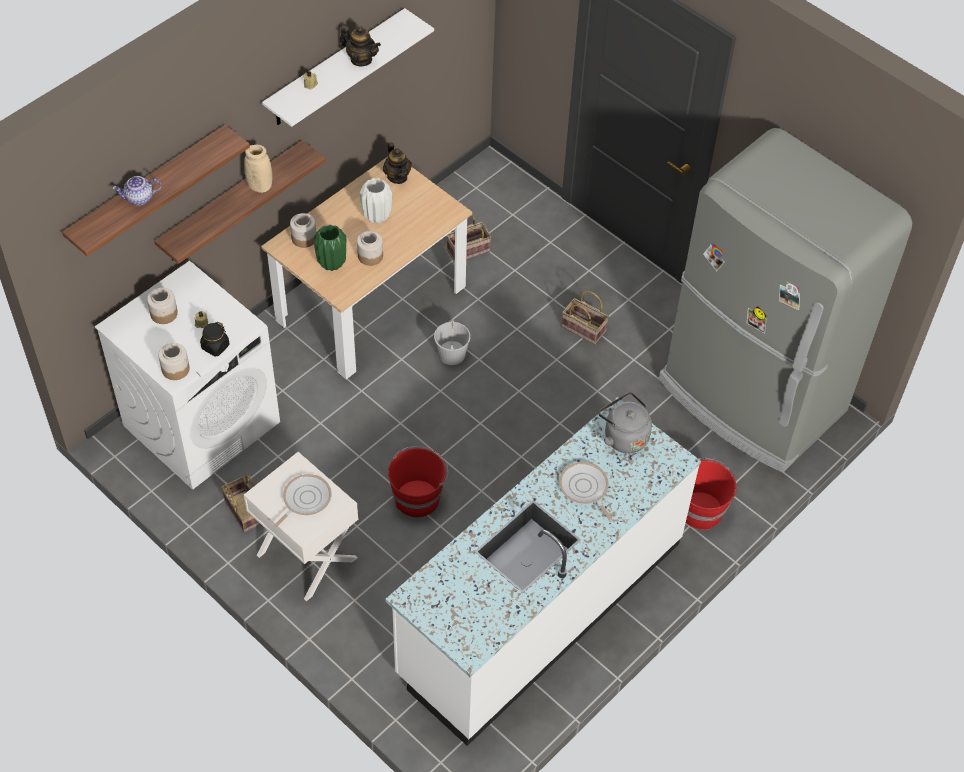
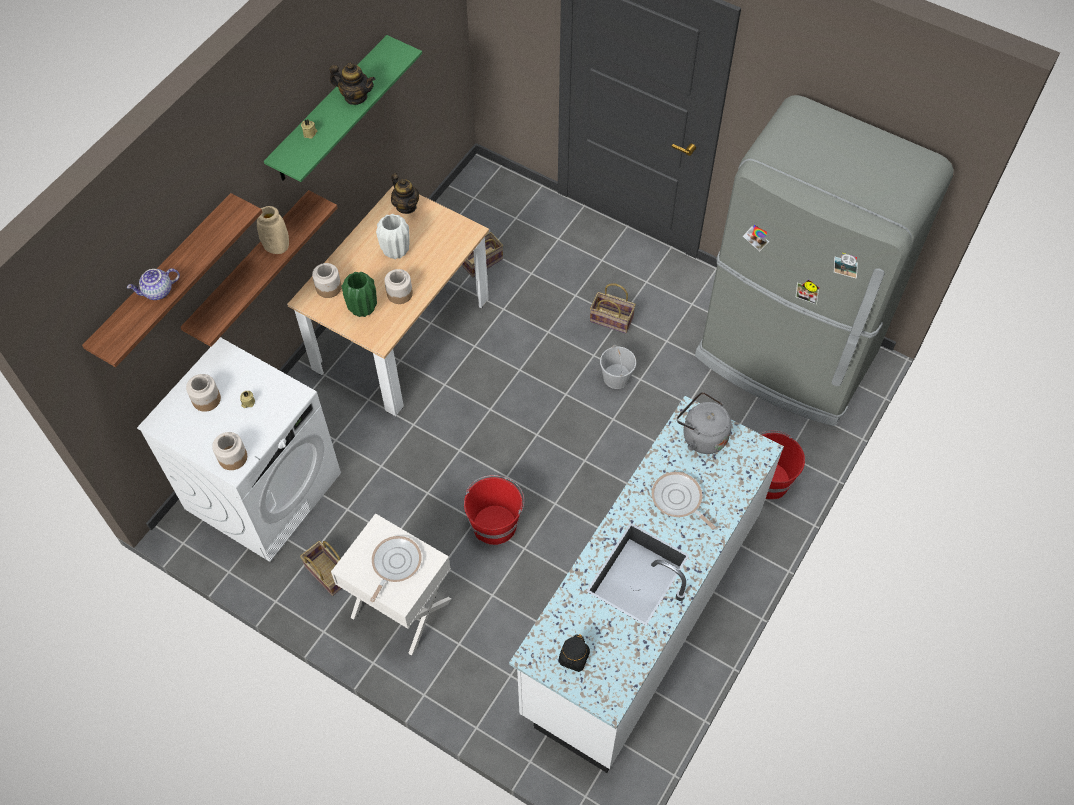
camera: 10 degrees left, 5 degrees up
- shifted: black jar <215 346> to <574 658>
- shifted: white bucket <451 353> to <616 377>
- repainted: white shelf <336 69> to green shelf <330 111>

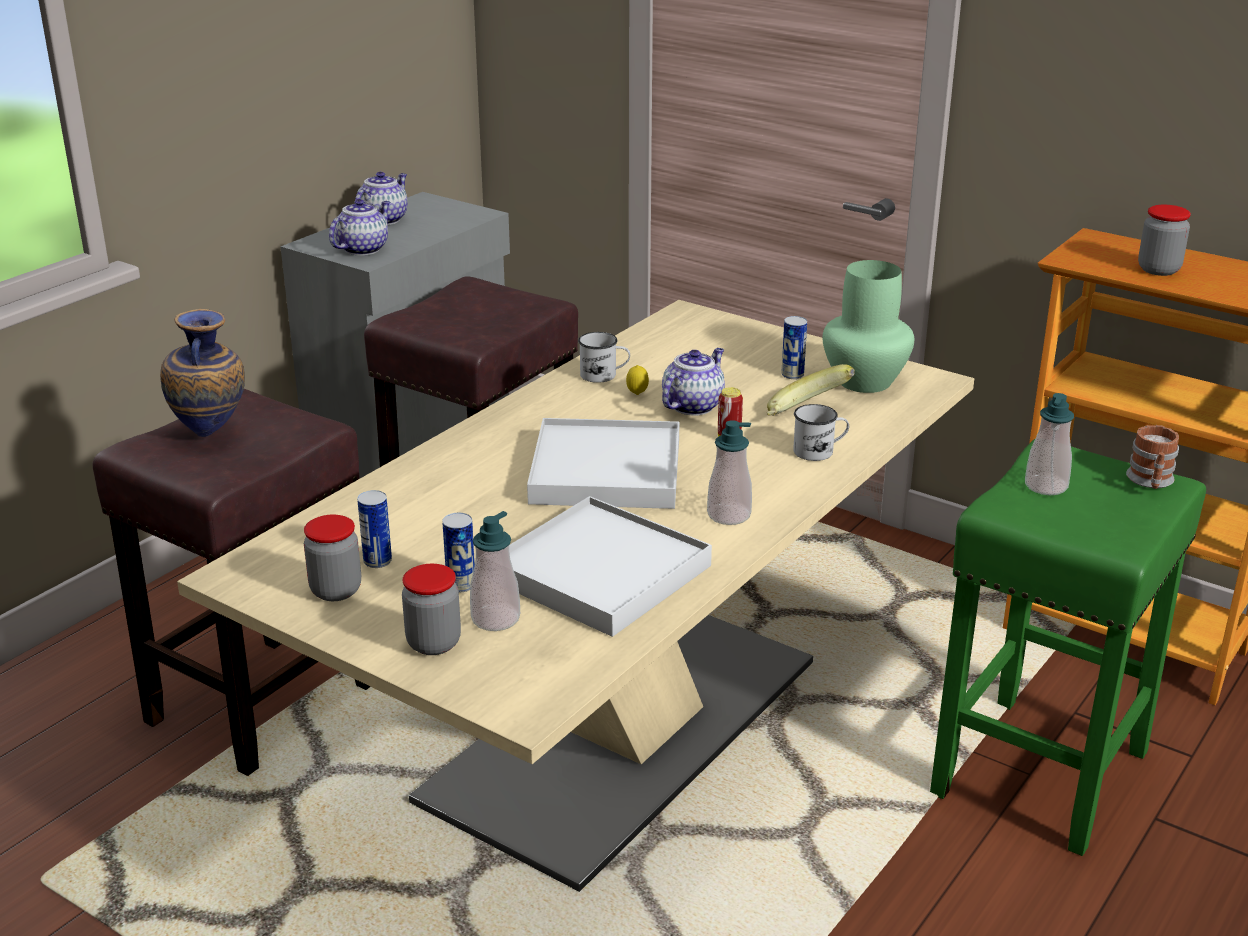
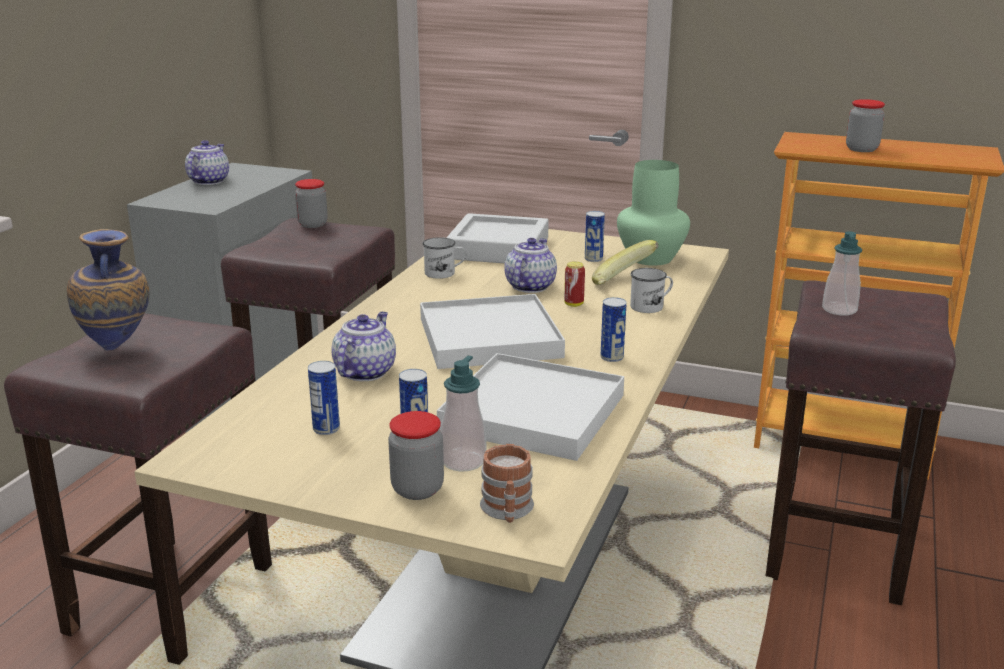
camera: 15 degrees left, 5 degrees down
- gone: lemon <637 394>
- new: grey tray <498 248>
- shifted: jar <336 590> to <313 224>
- shifted: teapot <363 249> to <365 371>
- shifted: mug <1150 481> to <507 511>
- swapped: soap dispenser <729 515> to can <612 357>
- repainted: green stool <1039 775> to brown stool <837 549>

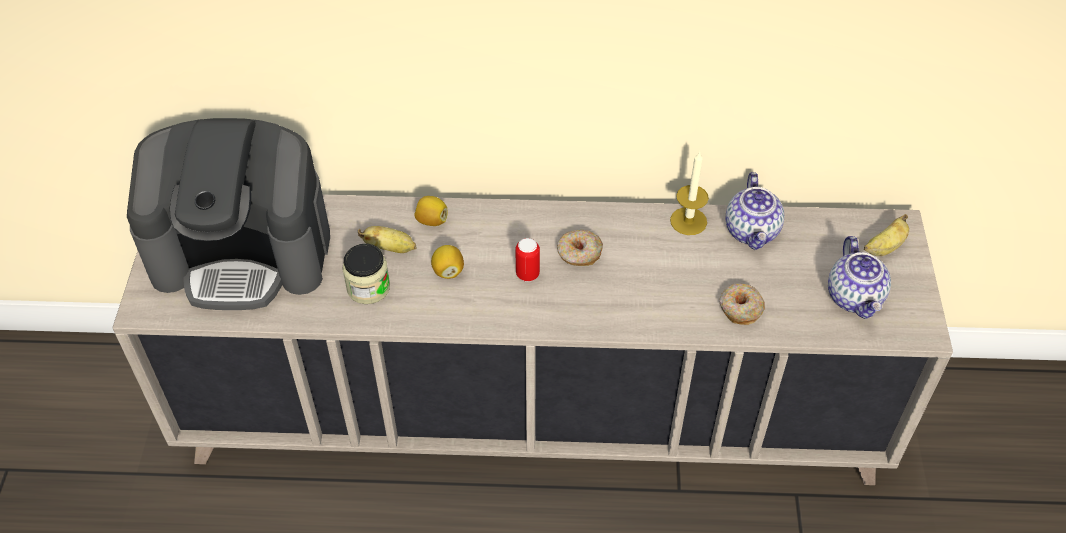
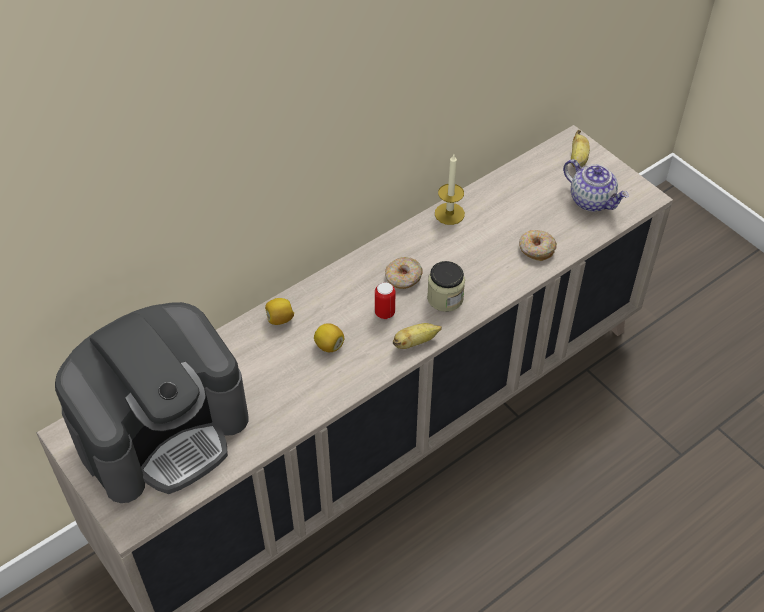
camera: 40 degrees left, 0 degrees up
- gone: teapot <752 231>
- shifted: jar <368 288> to <445 298>
- shifted: banana <390 248> to <415 342>

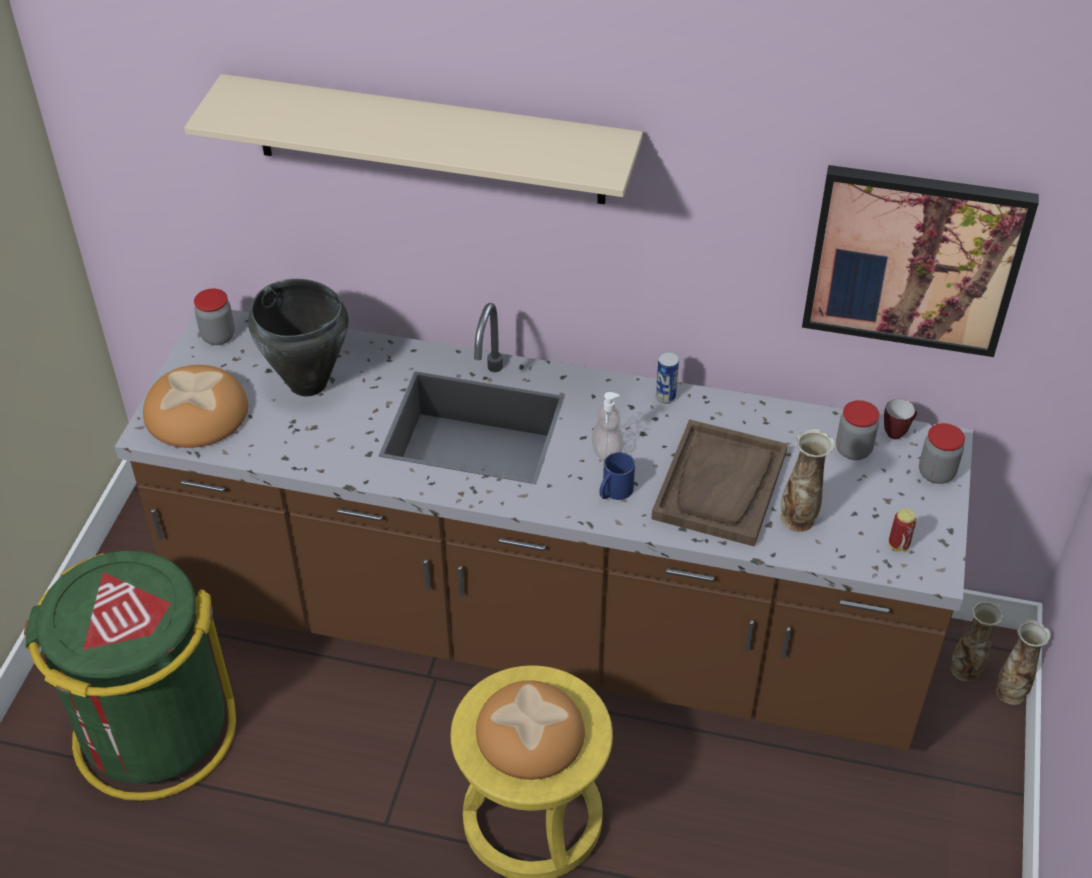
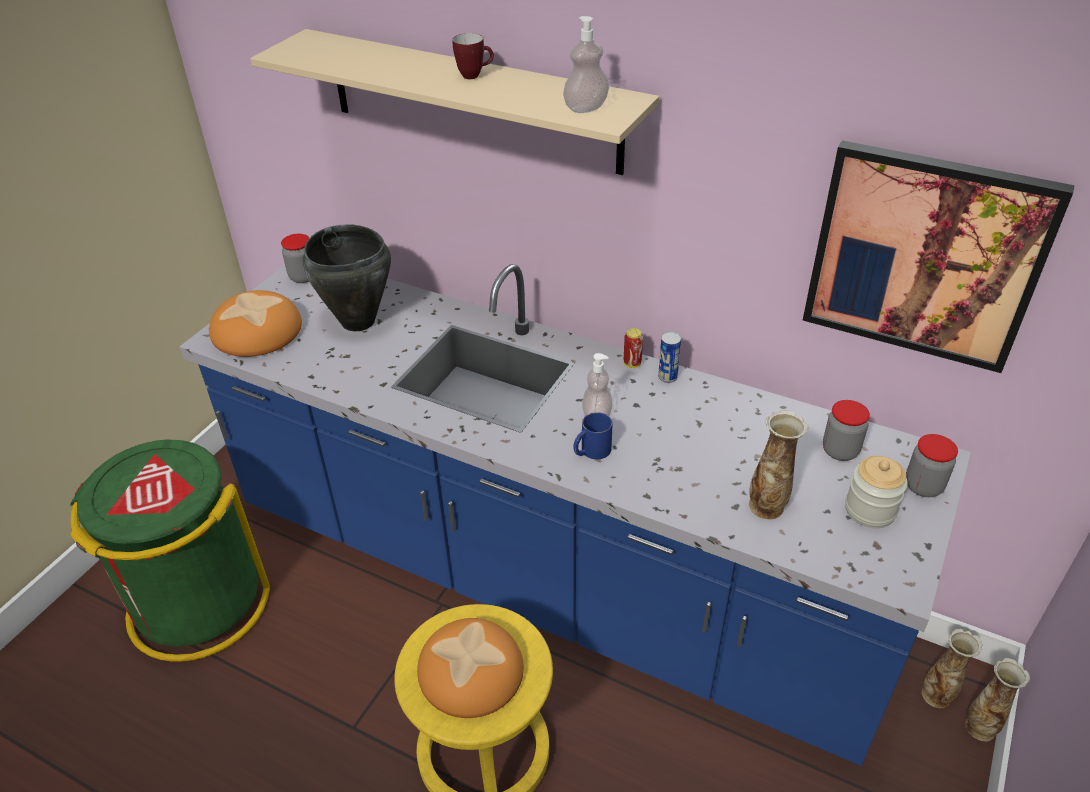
camera: 15 degrees right, 5 degrees down
- gone: brown tray <720 485>
- new: soap dispenser <586 108>
- new: jar <870 510>
- shifted: mug <897 432> to <474 75>
- shifted: can <898 545> to <632 363>
- repainted: brown counter <546 628> to blue counter <549 579>

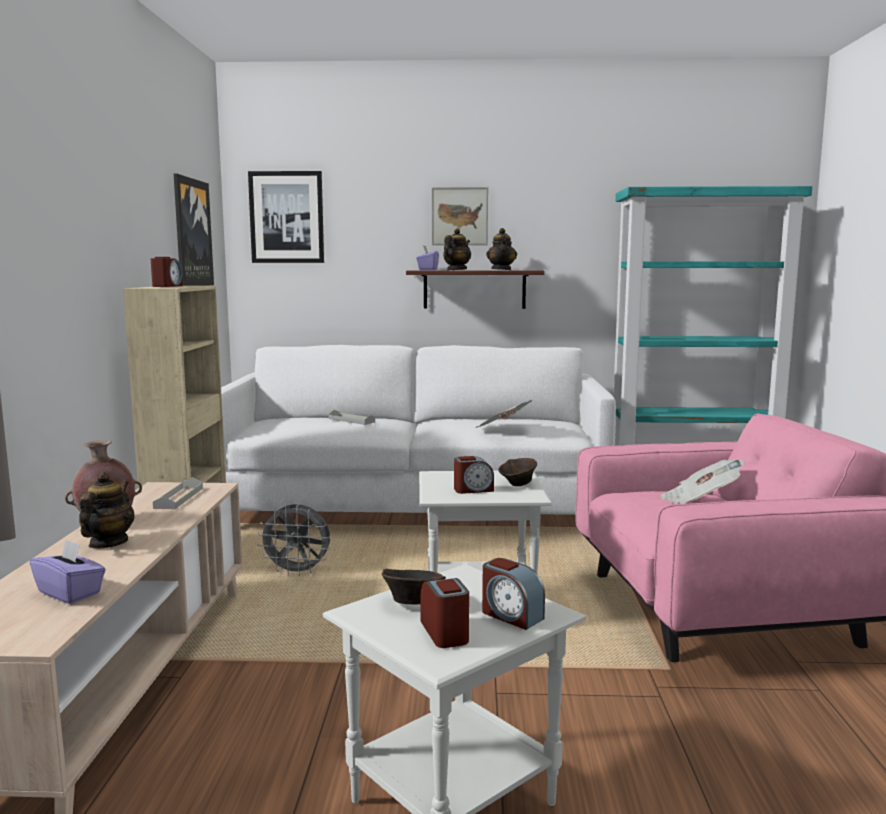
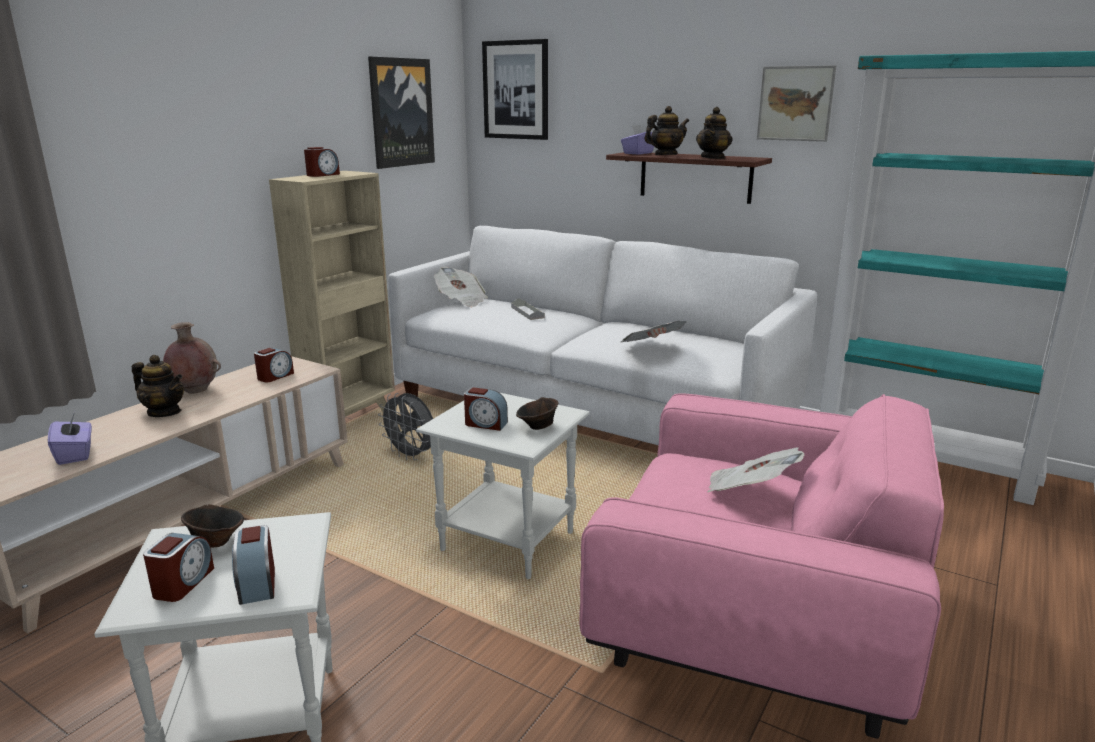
camera: 30 degrees right, 10 degrees up
- new: newspaper <461 301>
- shifted: picture <459 216> to <795 103>
- swapped: grey tray <179 498> to alarm clock <275 376>
- rotated: teapot <108 543> = <164 412> 75 degrees clockwise

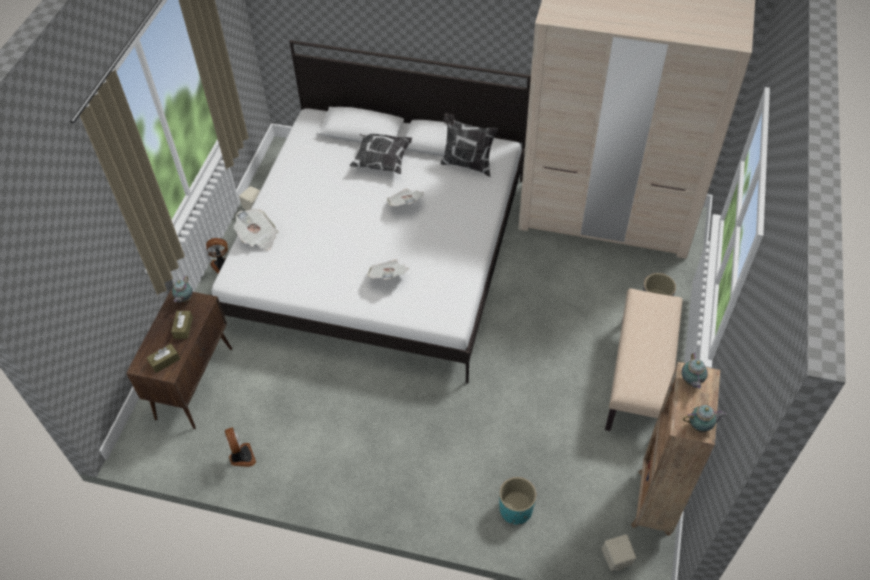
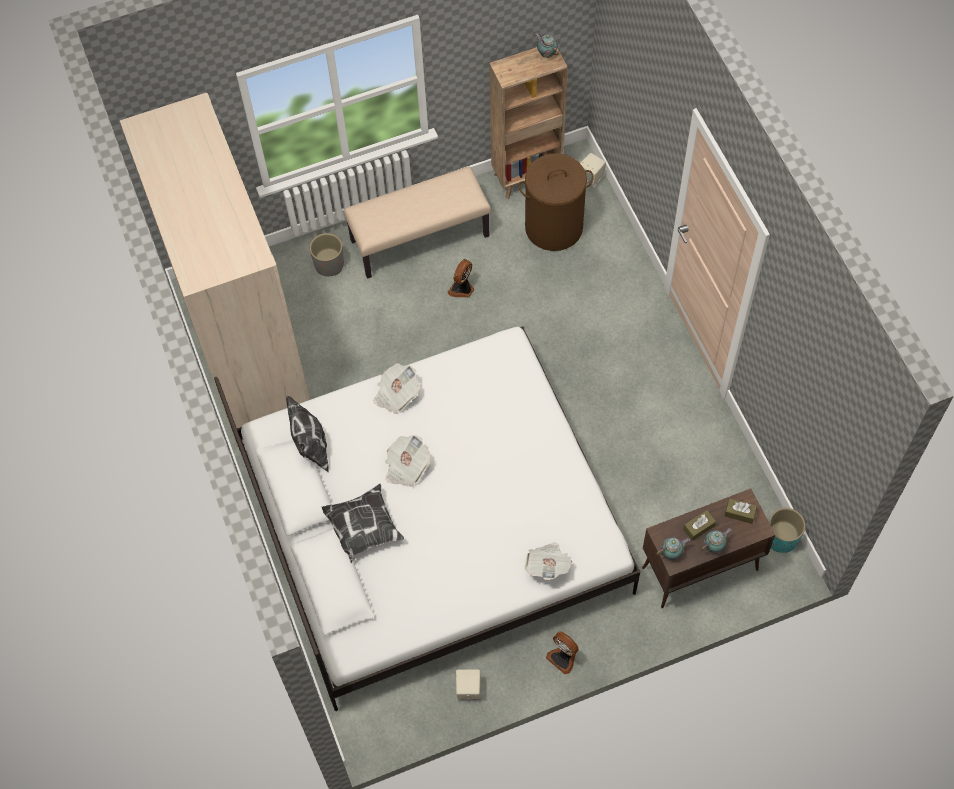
camera: 125 degrees left, 10 degrees up
- new: brown laundry basket <553 227>
- shifted: fan <241 457> to <462 289>
- shifted: newspaper <388 276> to <396 394>
- shifted: turquoise planter <516 510> to <781 538>
- shifted: teapot <691 382> to <714 546>

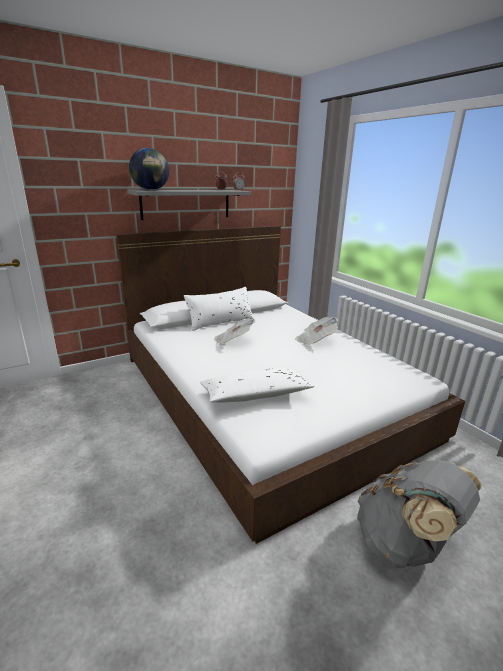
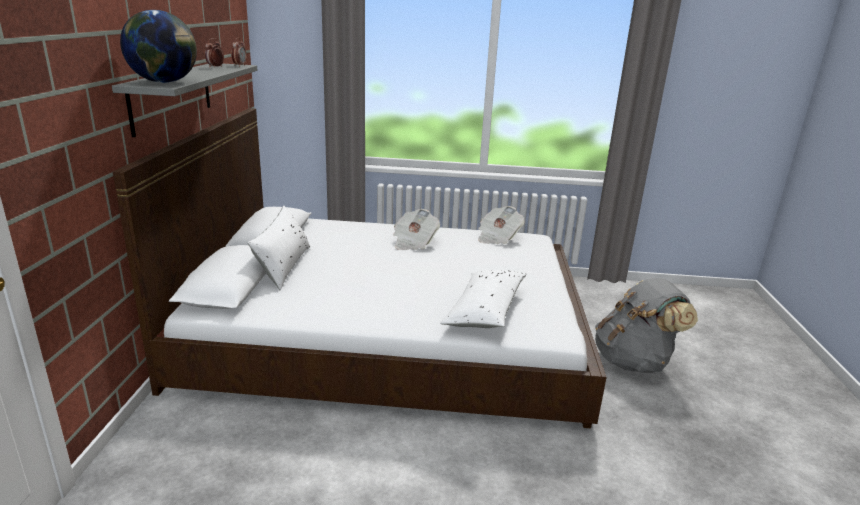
camera: 55 degrees left, 0 degrees up
- shifted: newspaper <233 341> to <497 237>

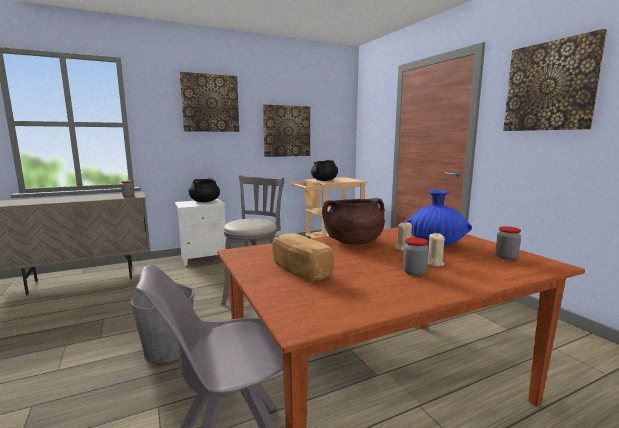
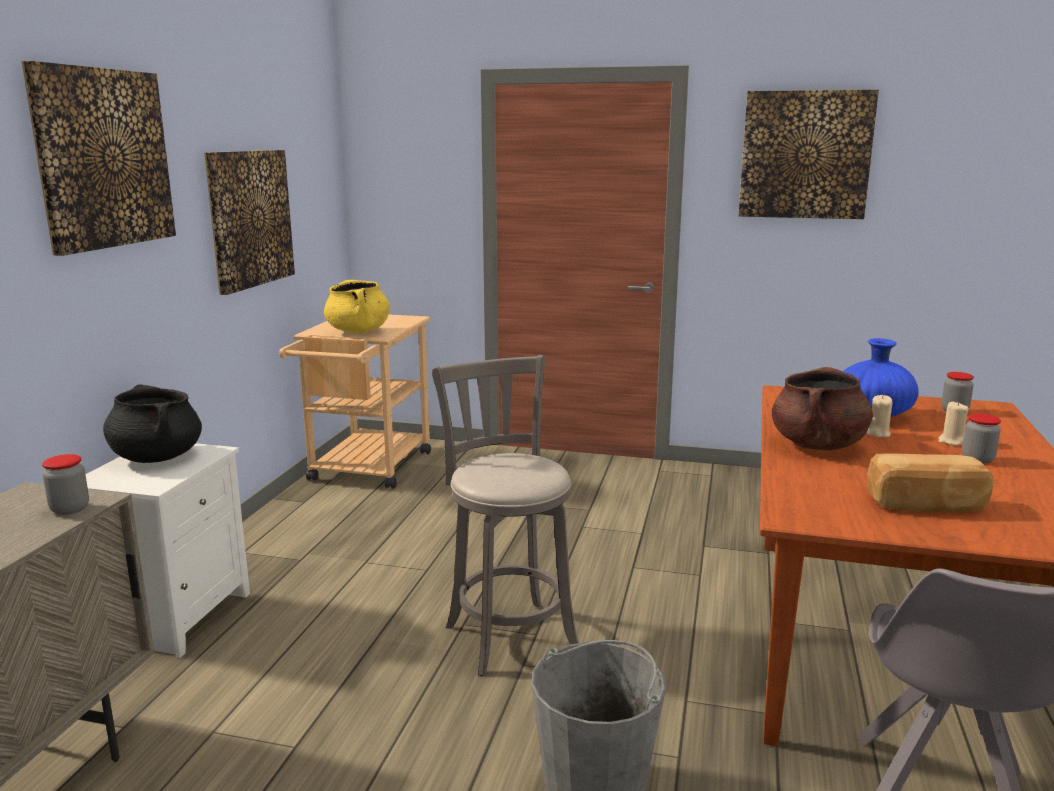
camera: 50 degrees left, 5 degrees up
- repainted: black cooking pot <324 180> to yellow cooking pot <358 331>

